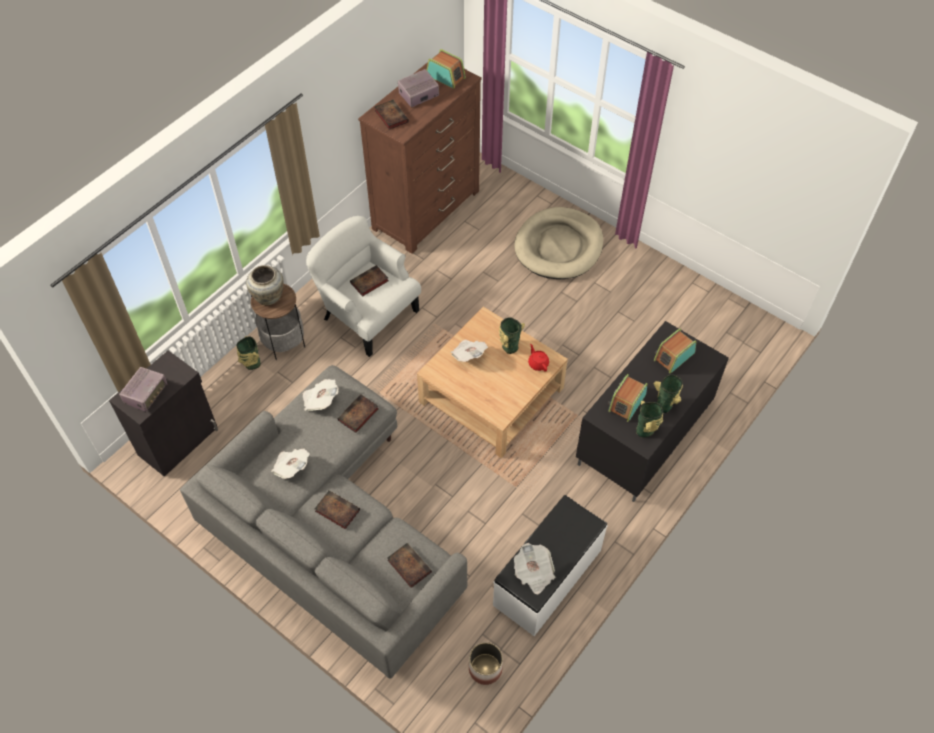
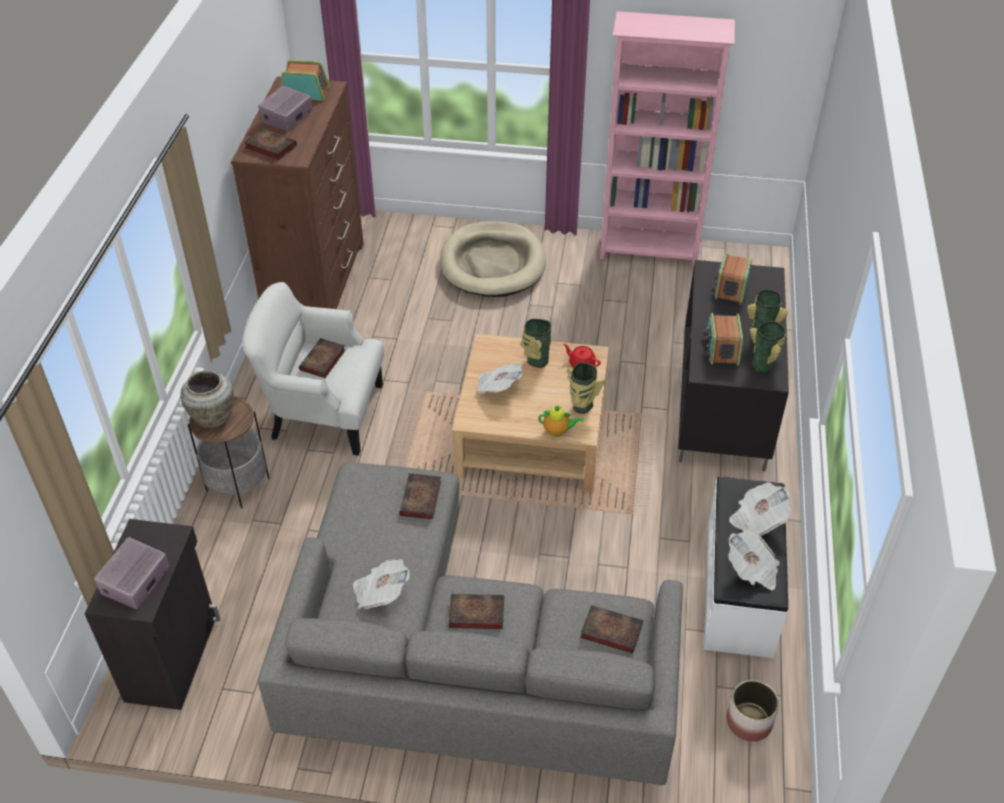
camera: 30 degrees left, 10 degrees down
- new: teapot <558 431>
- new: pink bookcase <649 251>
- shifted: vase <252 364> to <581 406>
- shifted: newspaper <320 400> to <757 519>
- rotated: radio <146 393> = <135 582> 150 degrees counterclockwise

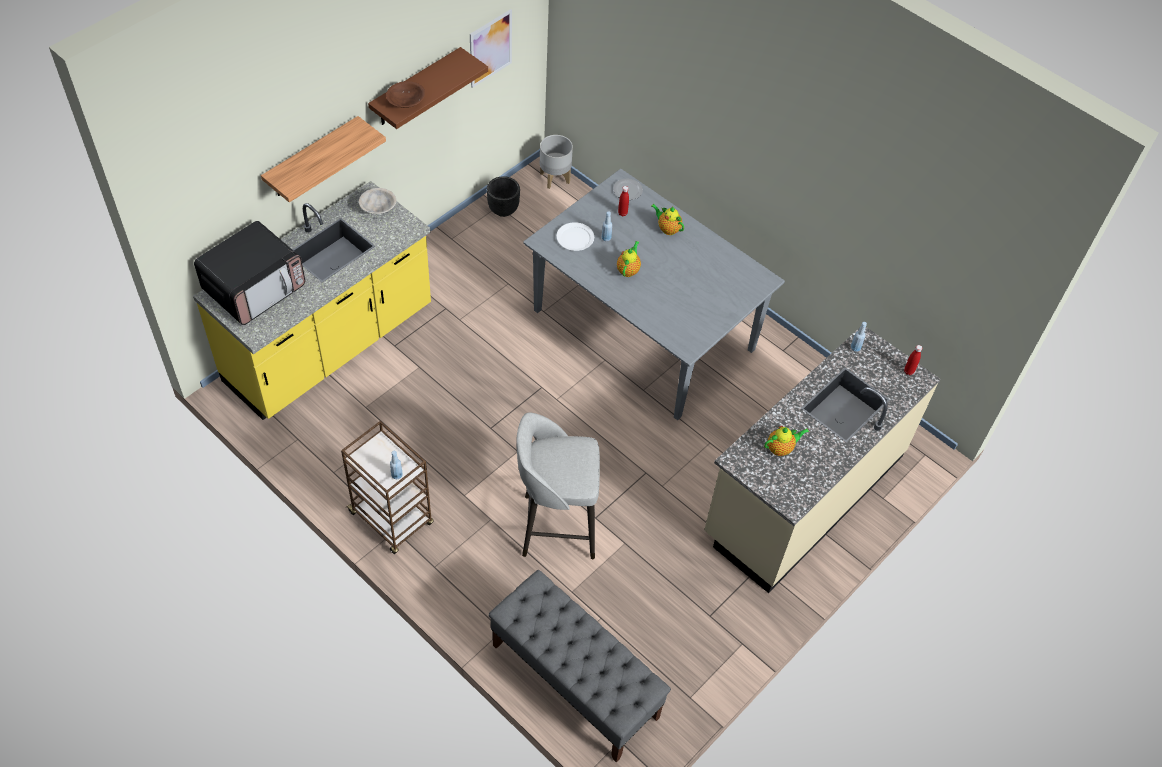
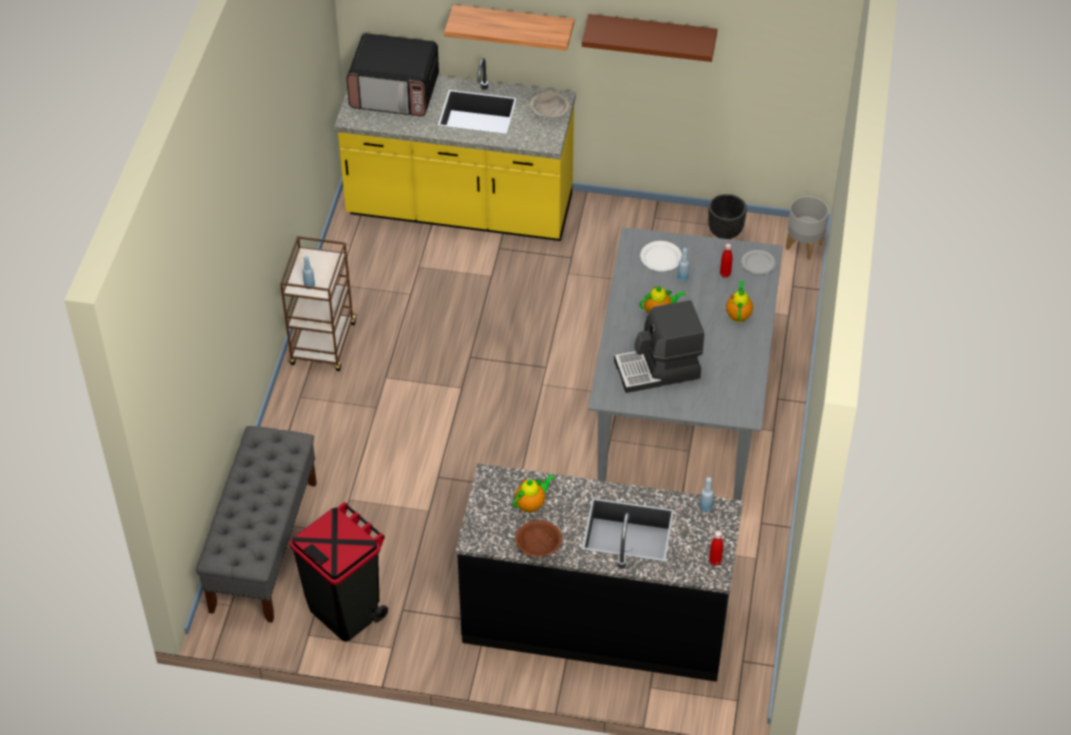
camera: 60 degrees right, 5 degrees down
- gone: picture <490 48>
- gone: grey stool <556 526>
- new: black trash can <345 610>
- new: coffee machine <658 370>
- shifted: brown bowl <406 102> to <538 546>
- repainted: beige counter <803 495> to black counter <596 619>
- rotated: teapot <781 448> = <531 504> 75 degrees counterclockwise

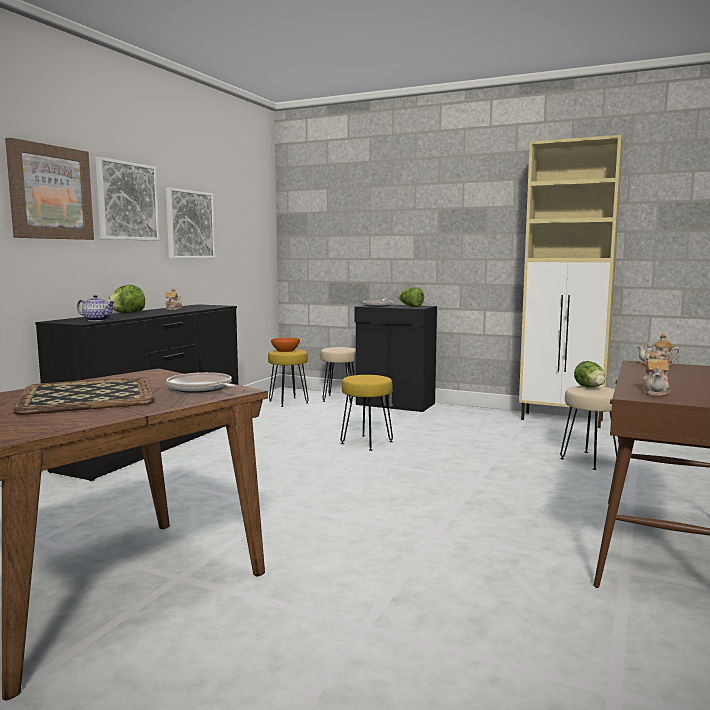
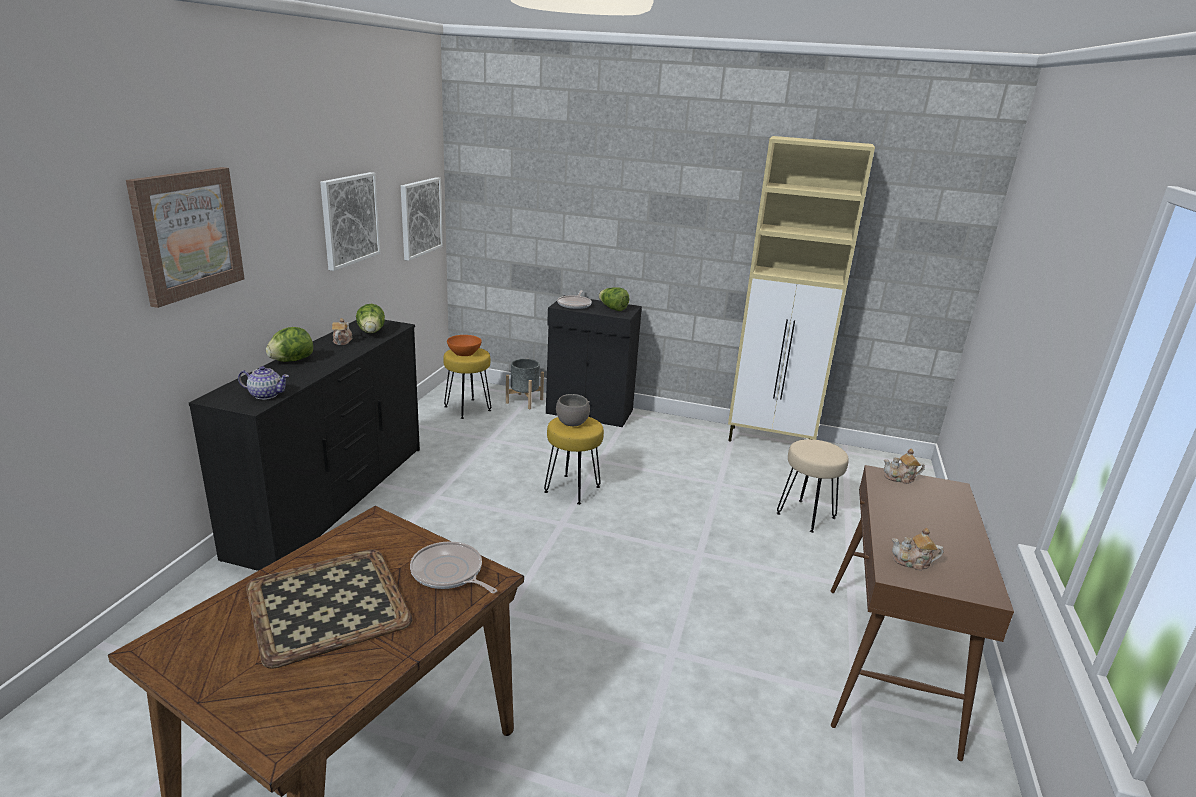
camera: 10 degrees left, 15 degrees up
- new: grey bowl <571 422>
- shifted: picture <127 201> to <420 217>
- shifted: lettuce <590 388> to <371 333>
- swapped: beige stool <339 399> to grey planter <524 401>
- rotated: teapot <656 392> = <912 562> 90 degrees clockwise

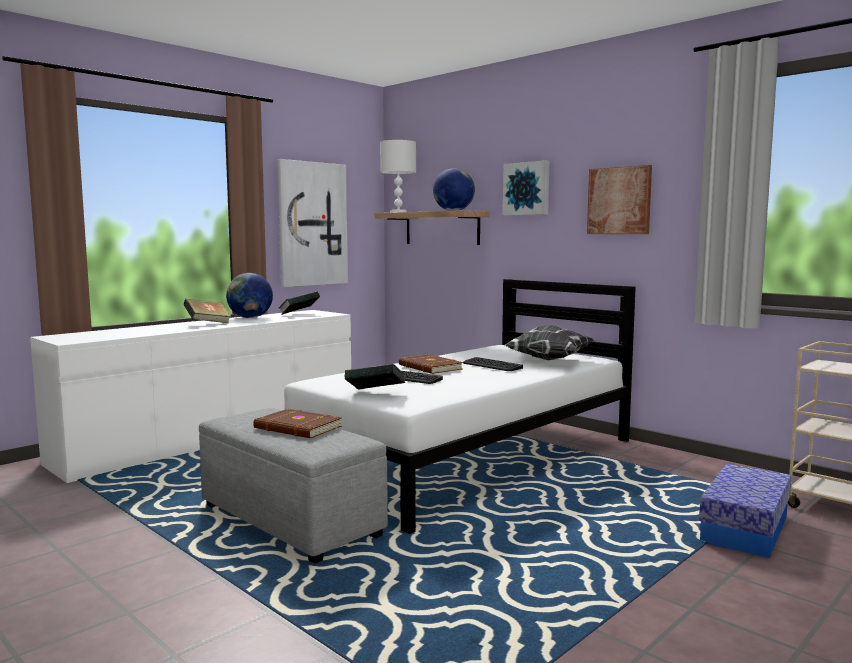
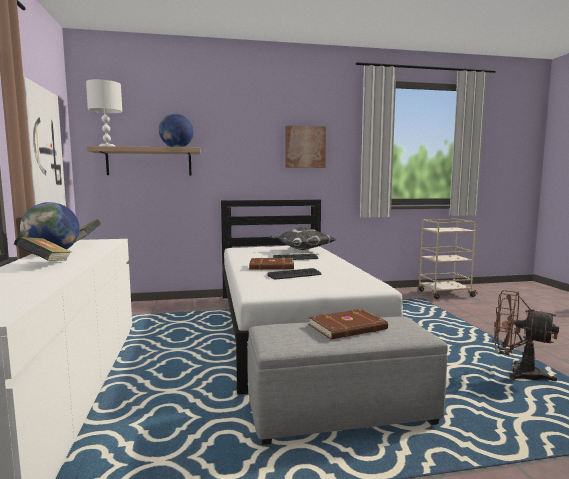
camera: 55 degrees left, 0 degrees up
- gone: book <375 393>
- gone: picture <527 188>
- gone: storage box <744 528>
- new: brown fan <517 373>

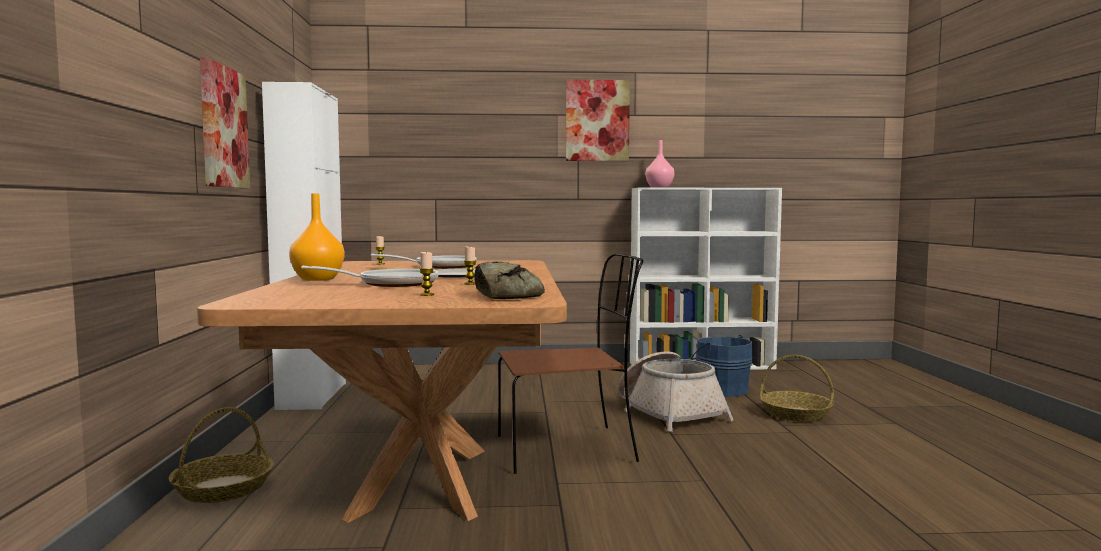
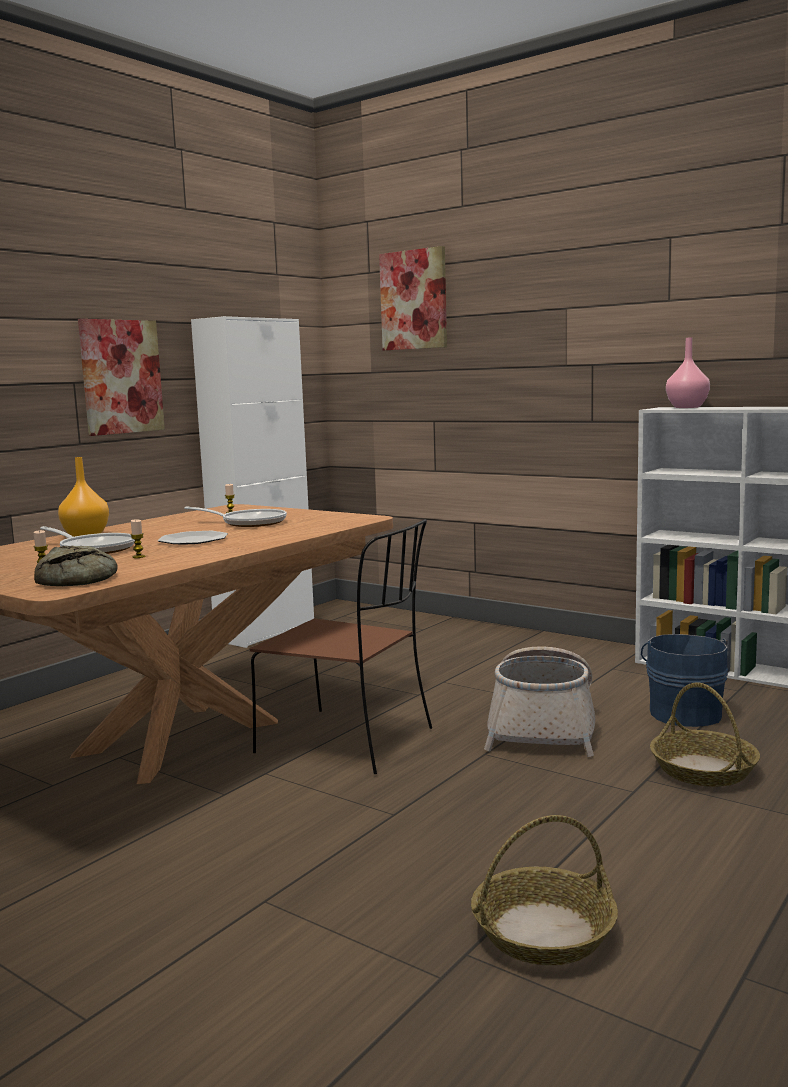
camera: 40 degrees right, 5 degrees up
- shifted: basket <223 489> to <543 932>
- shifted: picture <597 121> to <414 300>

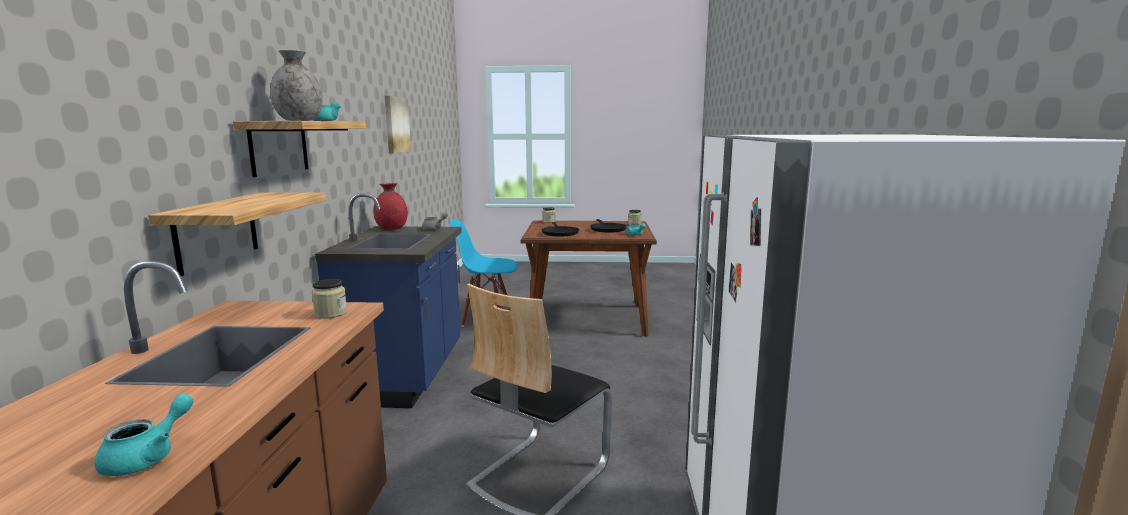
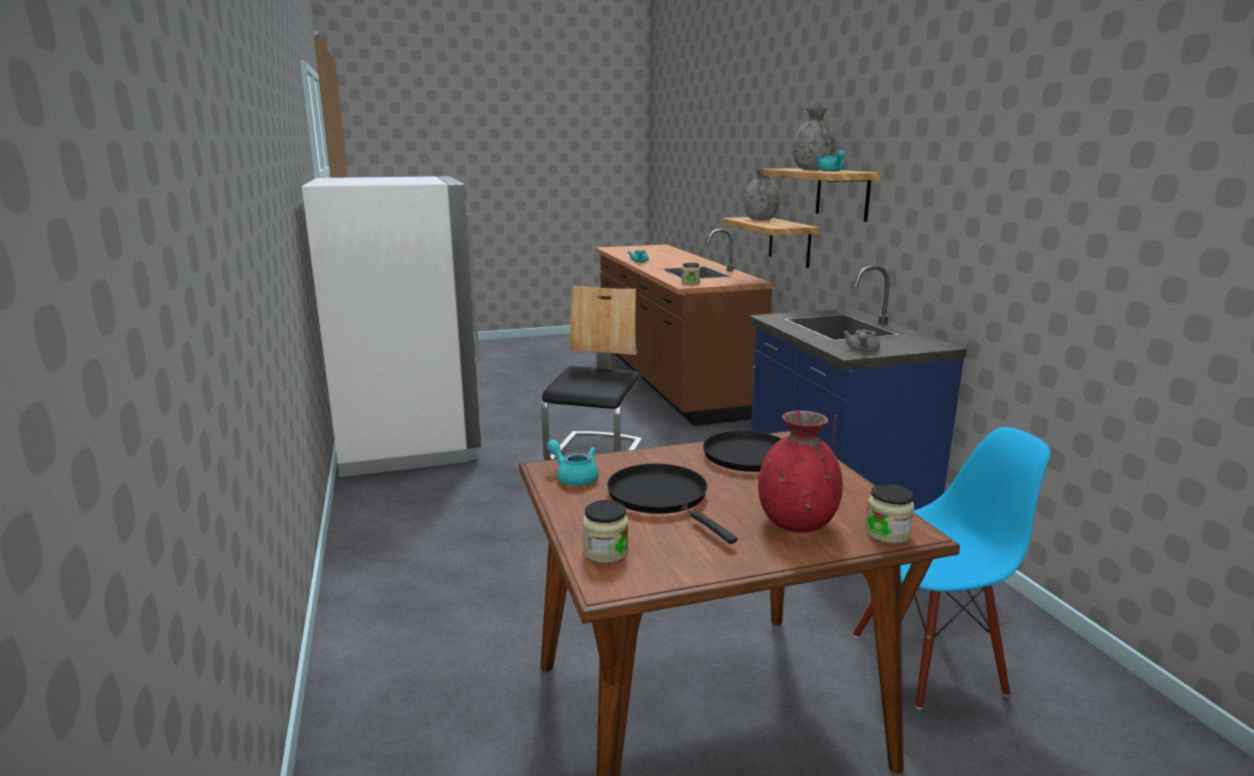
camera: 160 degrees right, 5 degrees up
- gone: picture <396 125>
- new: grey vase <761 219>
- shifted: red vase <391 228> to <797 523>

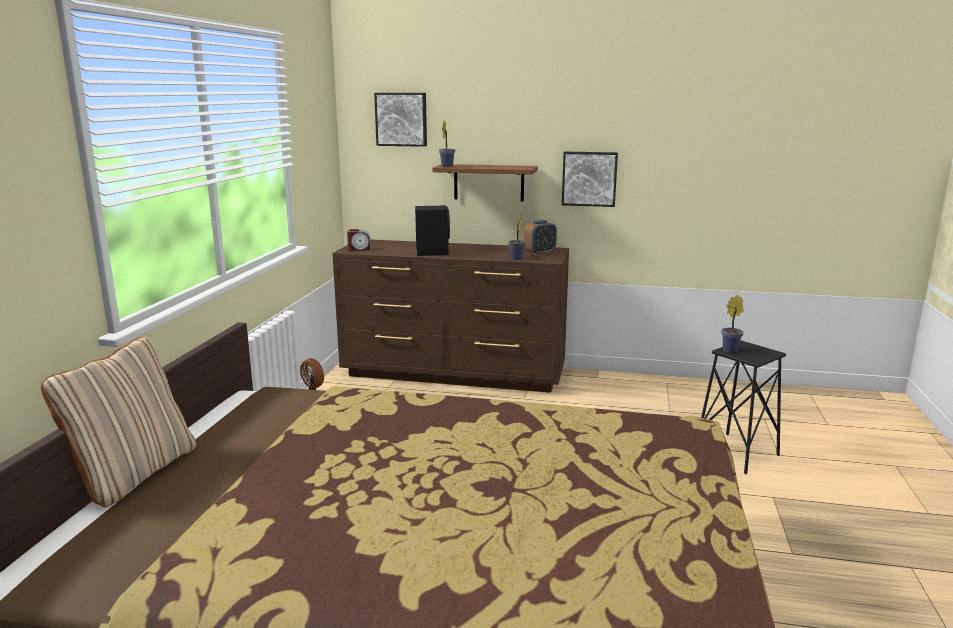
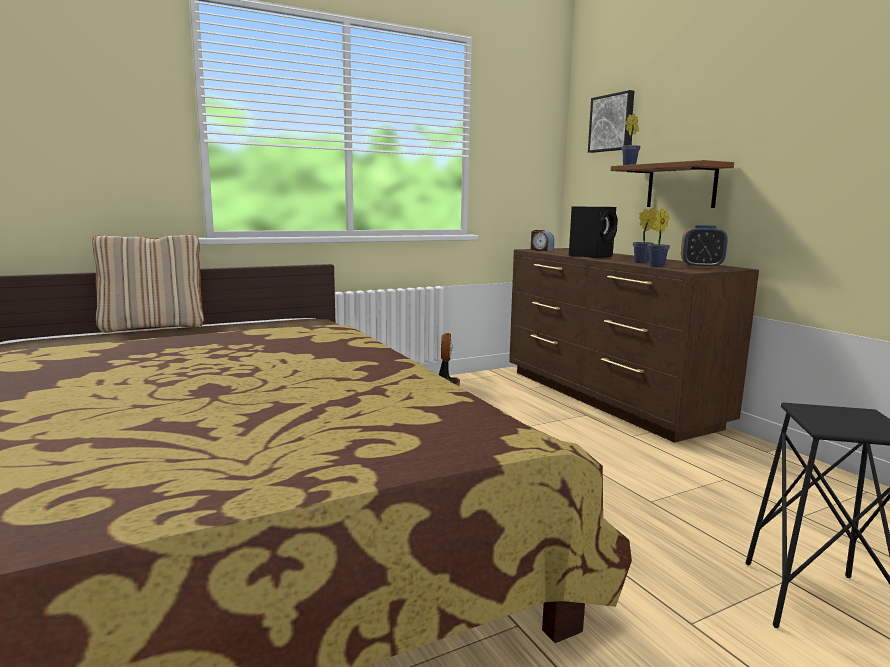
camera: 50 degrees right, 5 degrees down
- gone: picture <589 178>
- shifted: potted plant <731 350> to <643 262>

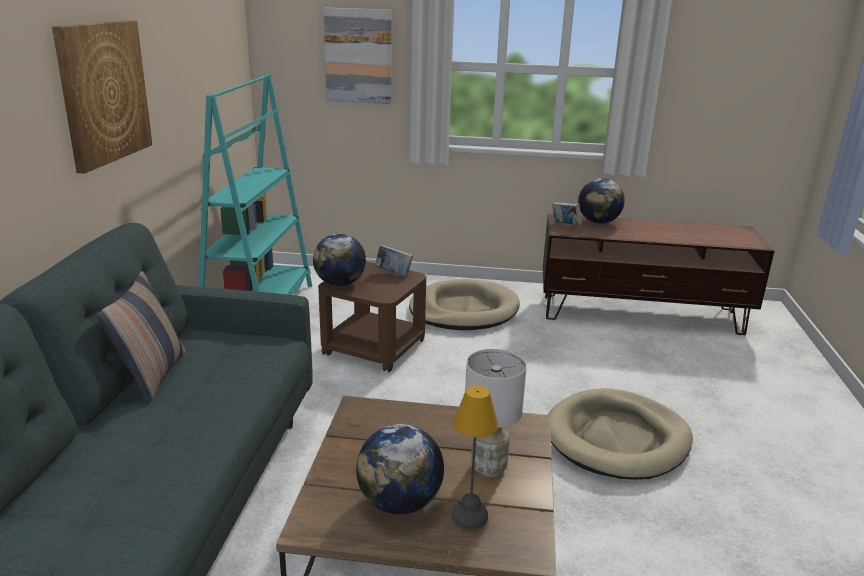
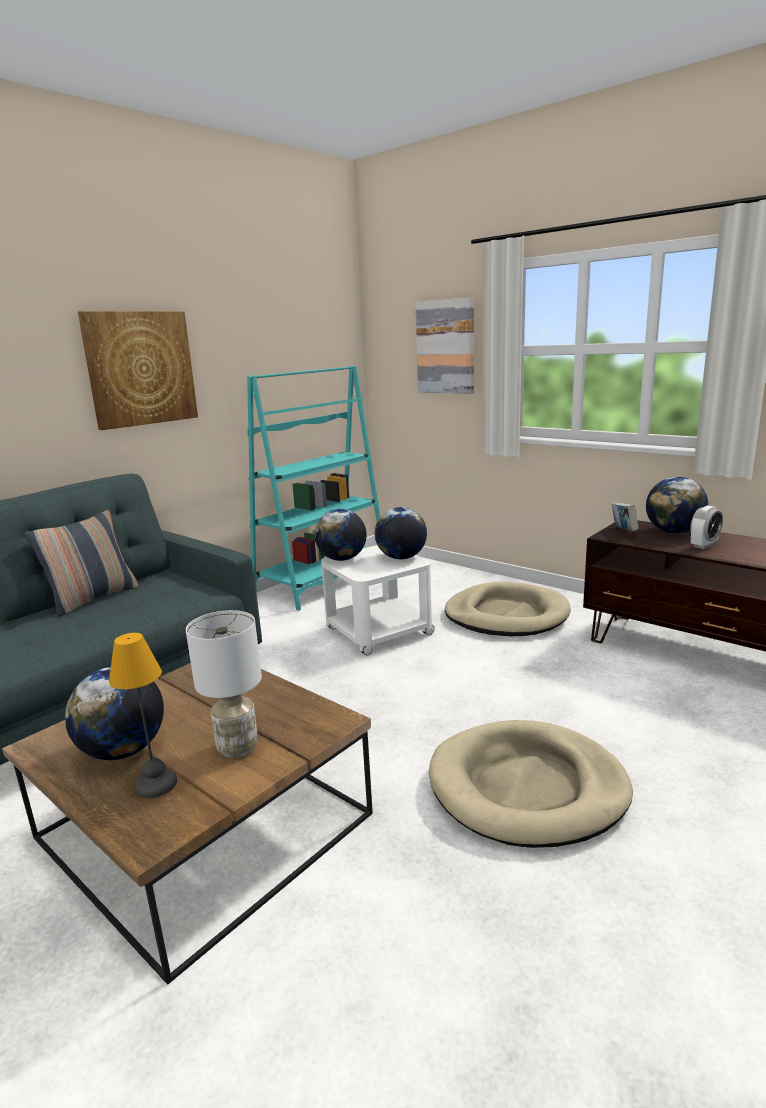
camera: 35 degrees right, 5 degrees down
- new: alarm clock <704 545>
- swapped: book <393 273> to globe <401 558>
- repainted: brown side table <373 348> to white side table <378 631>

